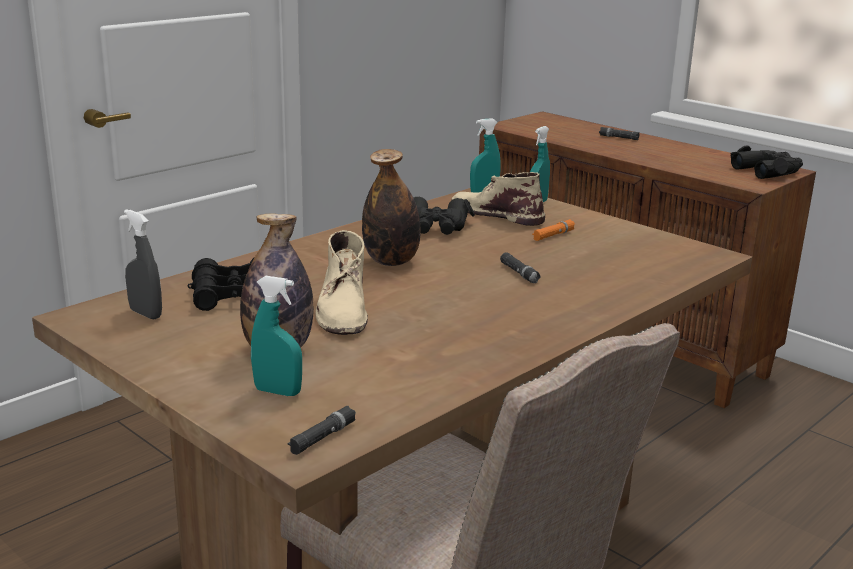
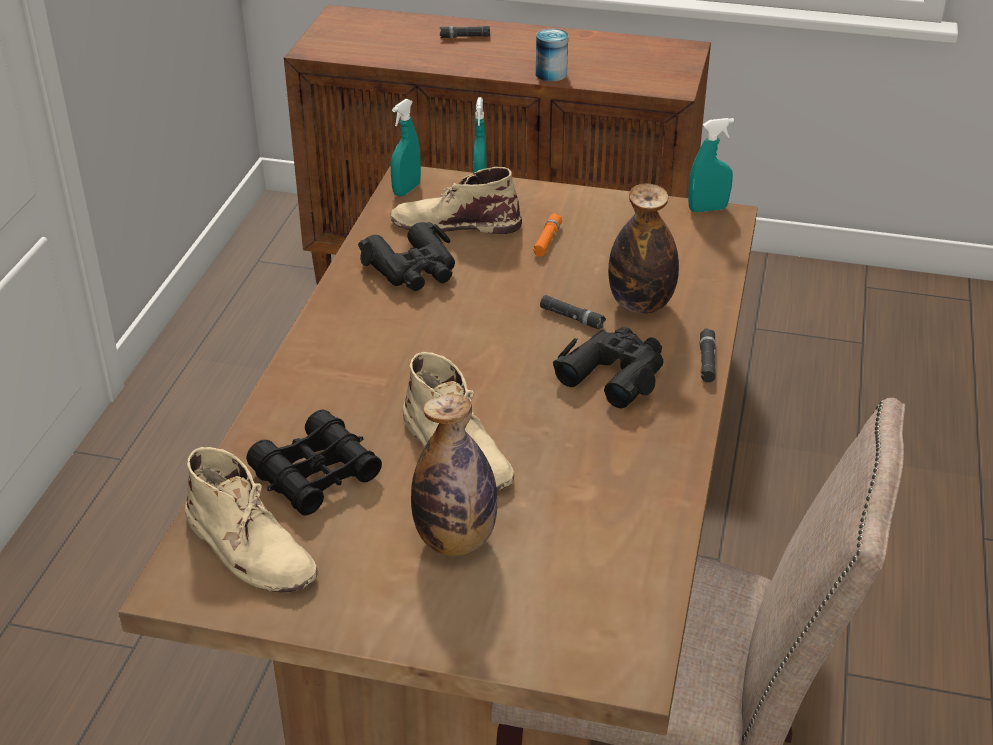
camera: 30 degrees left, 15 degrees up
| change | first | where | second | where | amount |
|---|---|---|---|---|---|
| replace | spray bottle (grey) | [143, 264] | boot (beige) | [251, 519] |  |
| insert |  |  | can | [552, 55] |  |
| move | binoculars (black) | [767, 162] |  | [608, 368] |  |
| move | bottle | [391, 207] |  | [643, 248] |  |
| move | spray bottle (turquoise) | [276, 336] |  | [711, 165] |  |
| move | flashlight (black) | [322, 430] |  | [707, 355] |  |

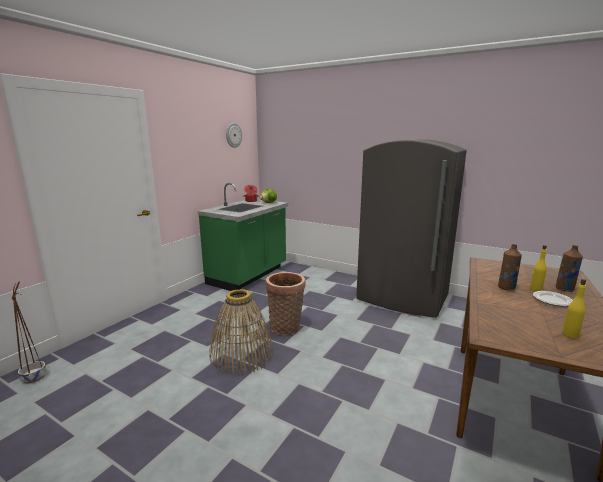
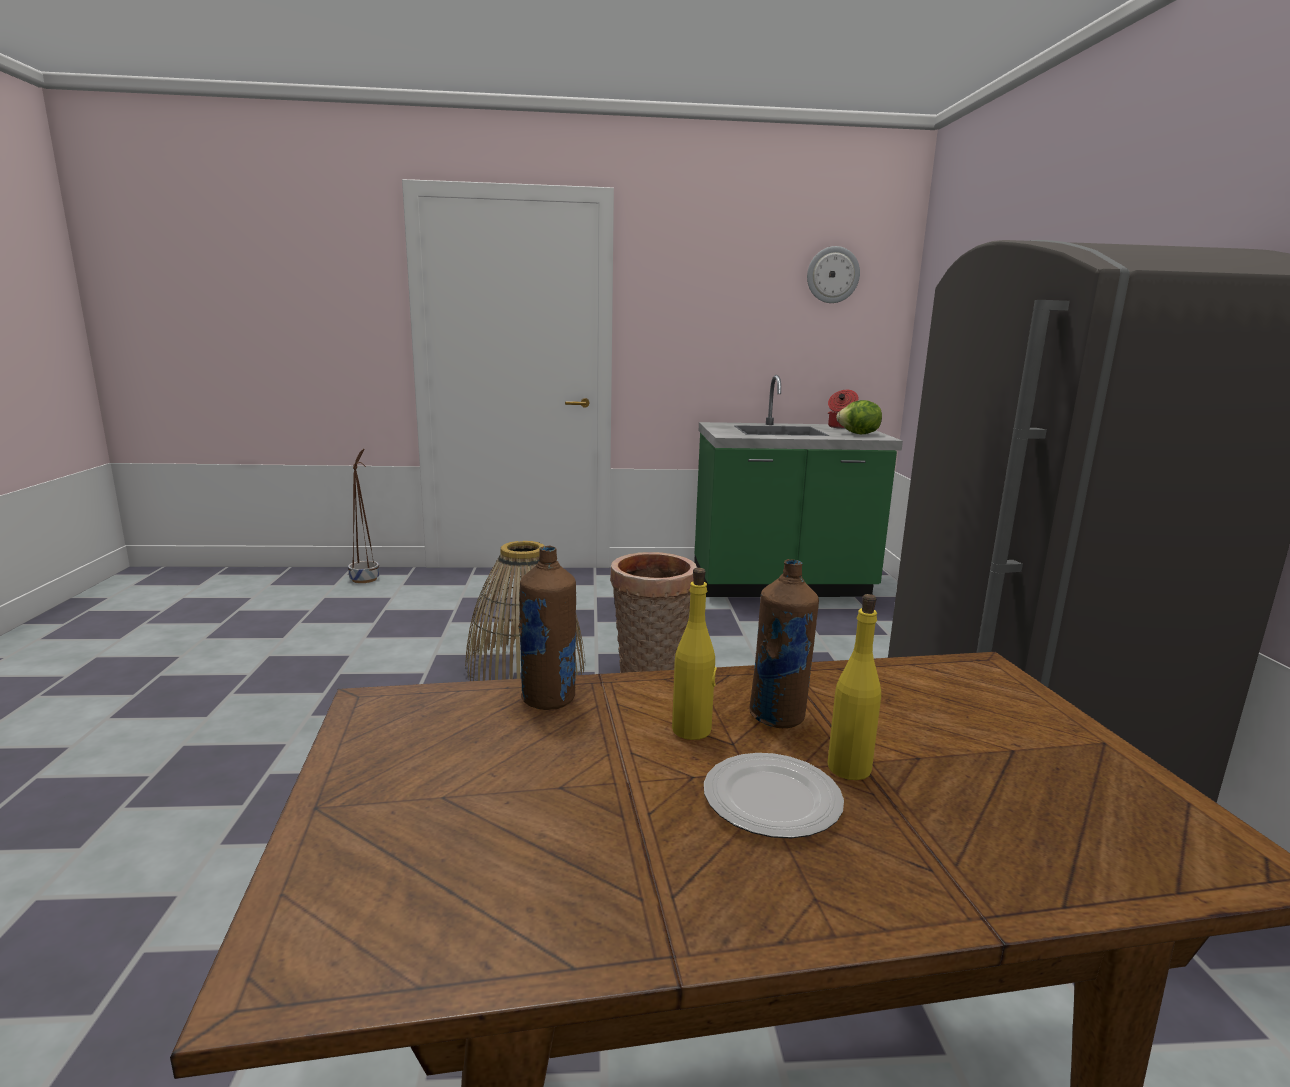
camera: 55 degrees right, 0 degrees up
| change | first | where | second | where | amount |
|---|---|---|---|---|---|
| move | bottle (brown) | [569, 268] |  | [547, 628] |  |
| move | bottle (yellow) | [574, 308] |  | [694, 654] |  |

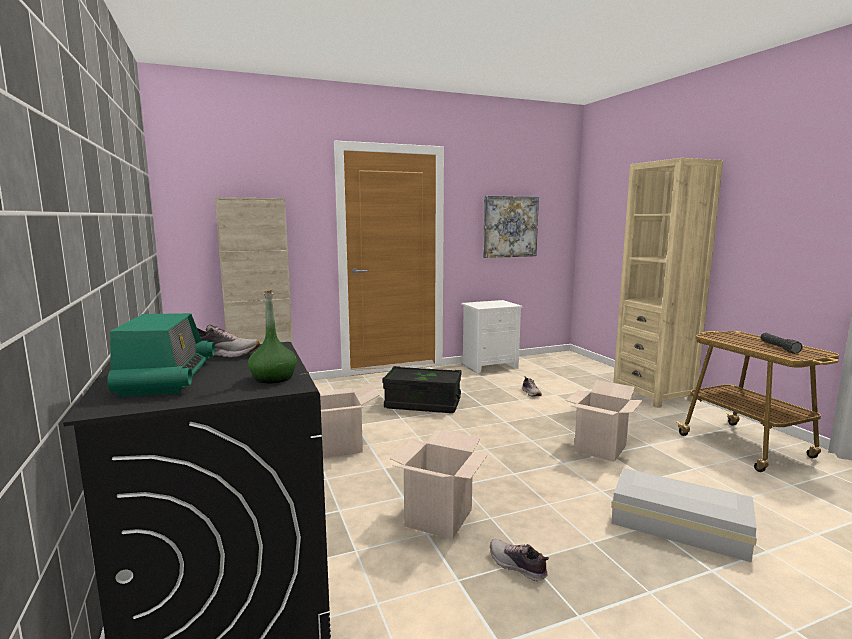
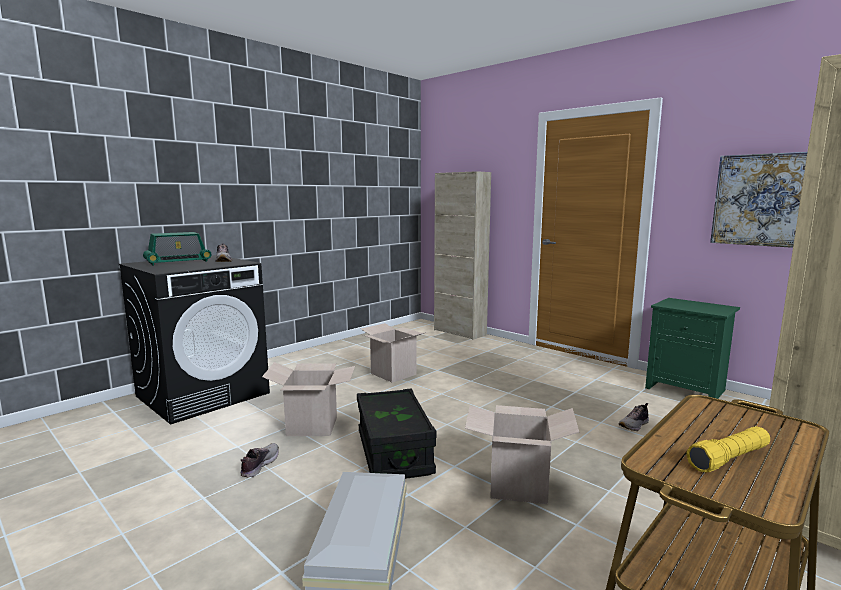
camera: 65 degrees right, 0 degrees up
| change | first | where | second | where | amount |
|---|---|---|---|---|---|
| move | storage box (black) | [421, 389] |  | [396, 434] |  |
| recolor | nightstand (white) | [492, 337] | nightstand (green) | [692, 348] |  |
| recolor | flashlight (black) | [782, 343] | flashlight (yellow) | [728, 449] |  |
| delete | bottle (green) | [272, 336] |  |  |  |

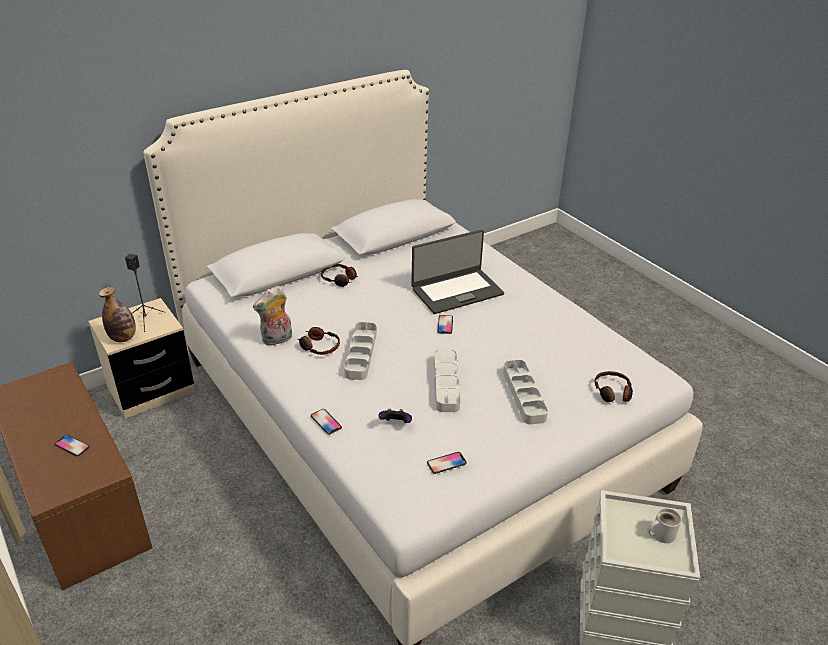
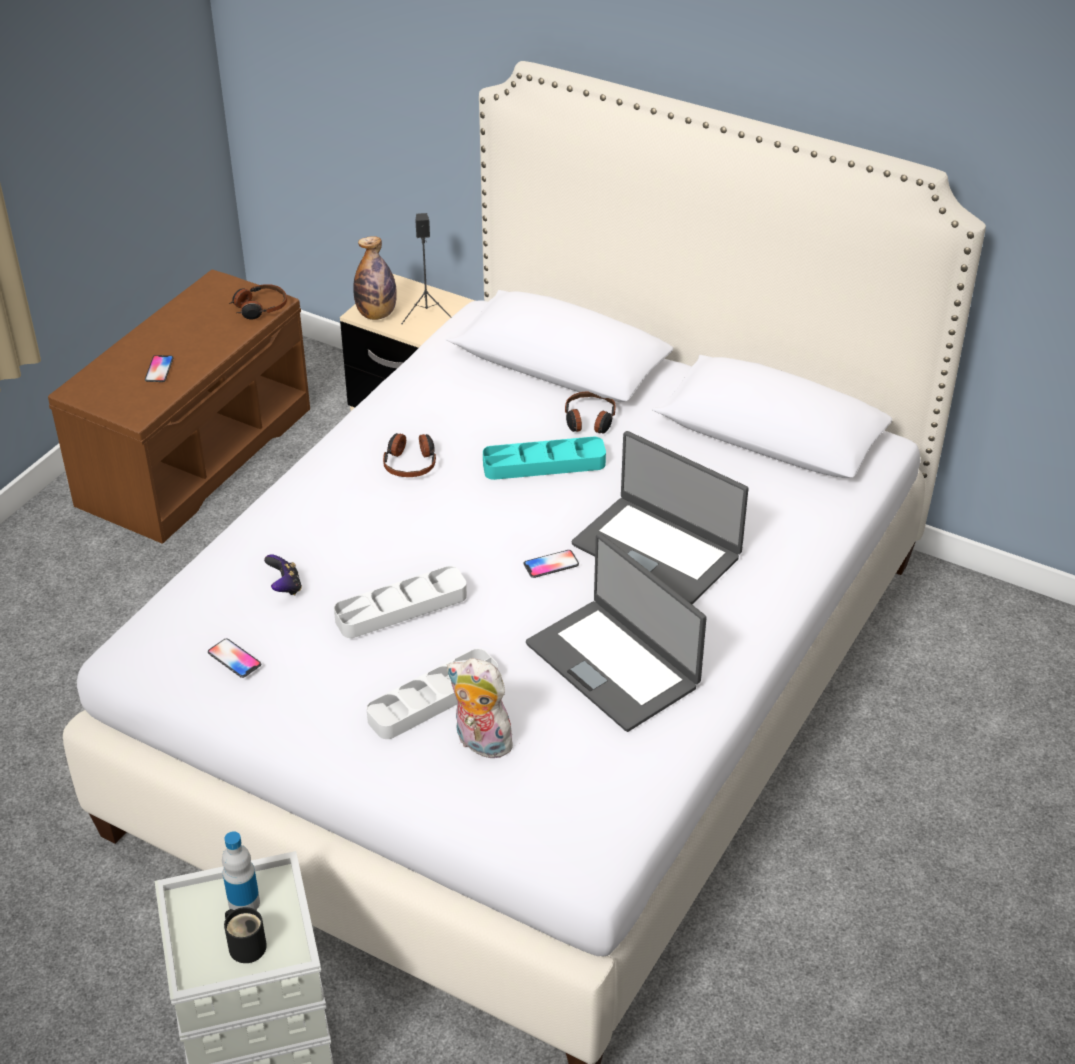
camera: 65 degrees right, 5 degrees up
| change | first | where | second | where | amount |
|---|---|---|---|---|---|
| insert |  |  | bottle | [241, 870] |  |
| recolor | mug (white) | [665, 525] | mug (black) | [245, 935] |  |
| move | headphones | [613, 386] |  | [258, 302] |  |
| move | plush toy | [272, 316] |  | [483, 708] |  |
| insert |  |  | tray (turquoise) | [544, 458] |  |
| insert |  |  | laptop | [616, 632] |  |
| delete | phone | [326, 422] |  |  |  |
| delete | tray (grey) | [360, 351] |  |  |  |

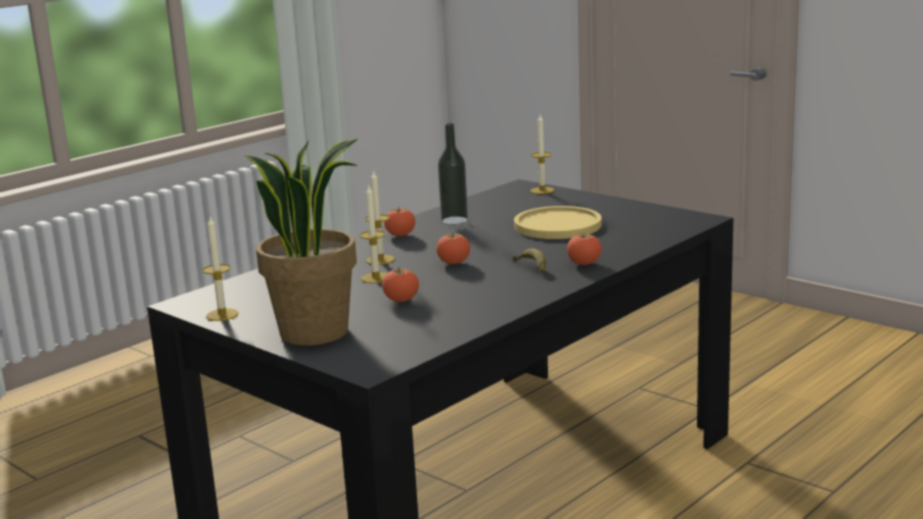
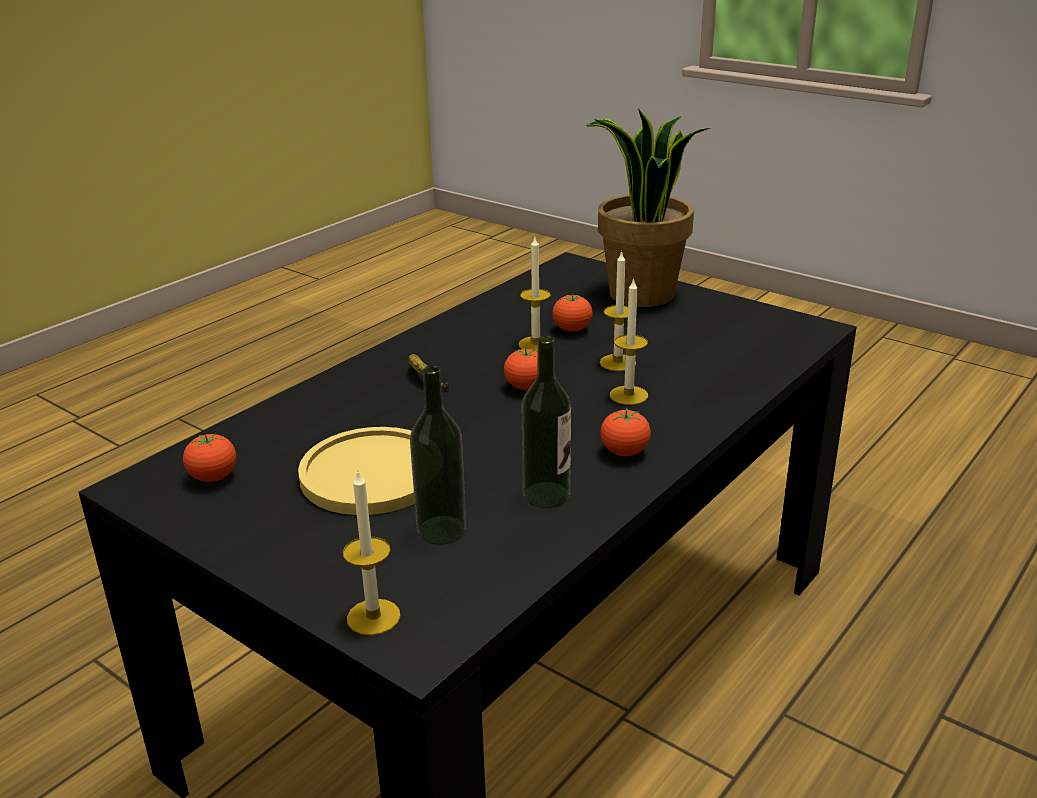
camera: 175 degrees right, 10 degrees up
| change | first | where | second | where | amount |
|---|---|---|---|---|---|
| move | tomato | [584, 249] |  | [210, 458] |  |
| insert |  |  | bottle | [438, 455] |  |
| move | candle | [221, 269] |  | [534, 294] |  |

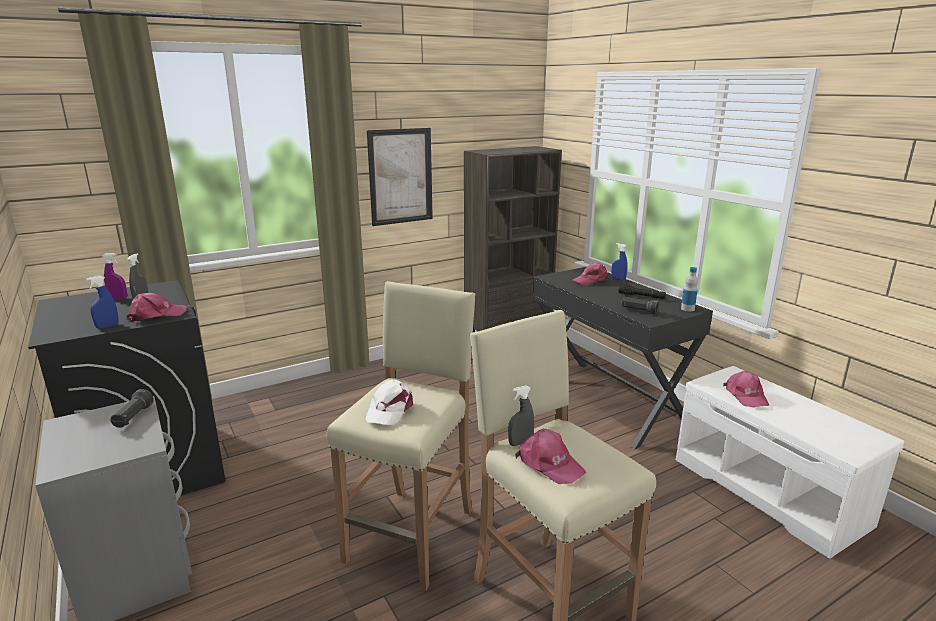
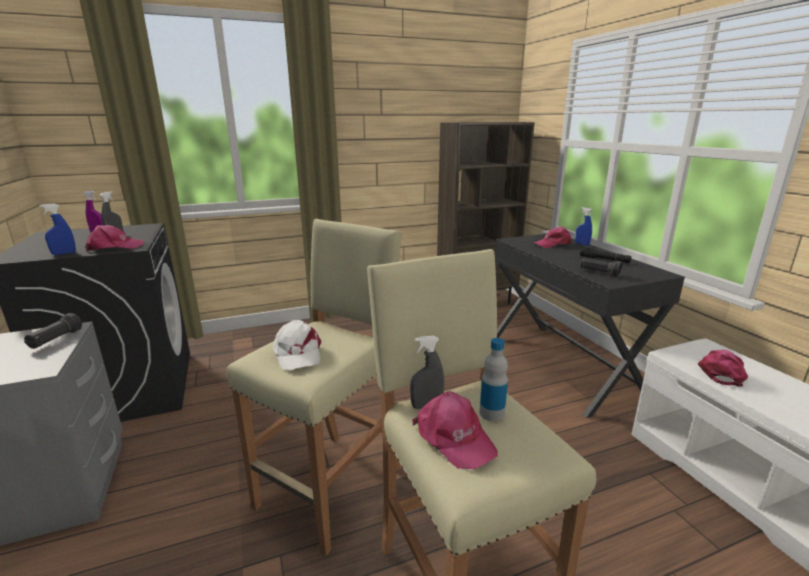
camera: 10 degrees right, 0 degrees up
| change | first | where | second | where | amount |
|---|---|---|---|---|---|
| rotate | cap (white) | [389, 402] |  | [297, 345] | 45 degrees counterclockwise |
| move | bottle | [689, 289] |  | [494, 380] |  |
| rotate | cap (pink) | [746, 389] |  | [723, 368] | 150 degrees counterclockwise |
| delete | picture | [400, 177] |  |  |  |

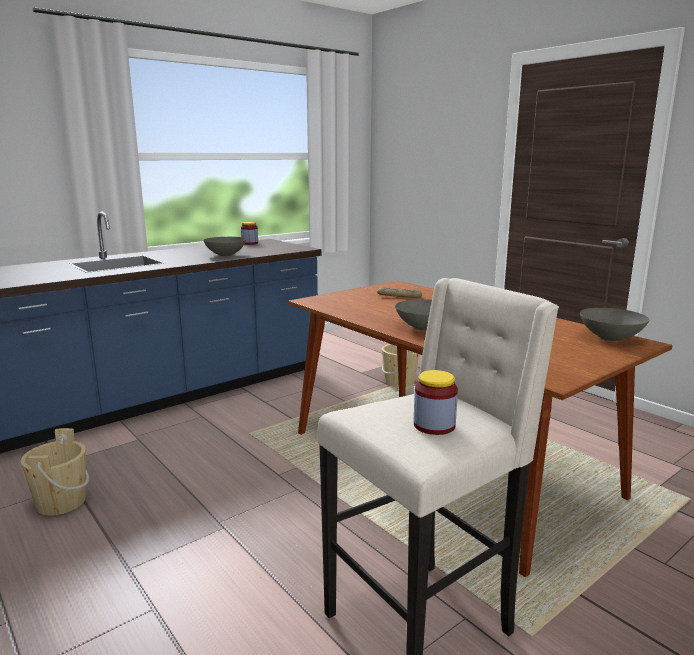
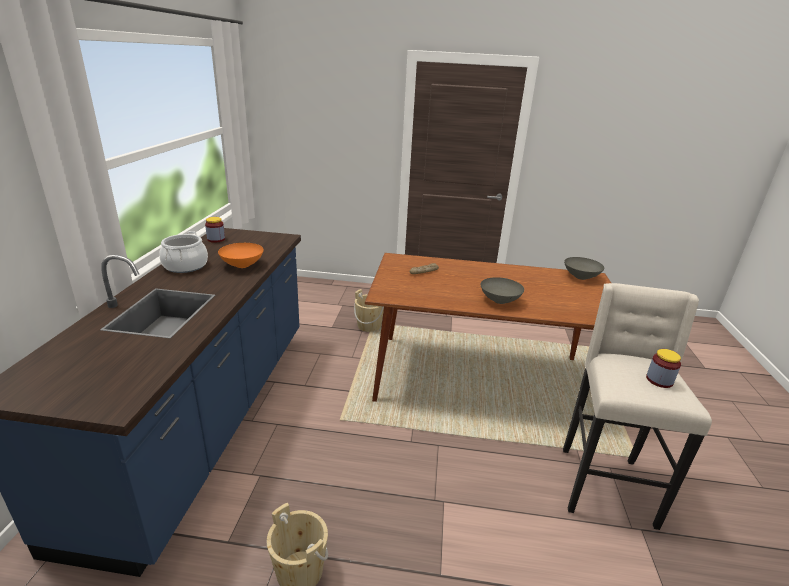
camera: 45 degrees left, 10 degrees up
| change | first | where | second | where | amount |
|---|---|---|---|---|---|
| insert |  |  | cooking pot | [183, 252] |  |
| recolor | bowl (grey) | [224, 246] | bowl (orange) | [241, 255] |  |

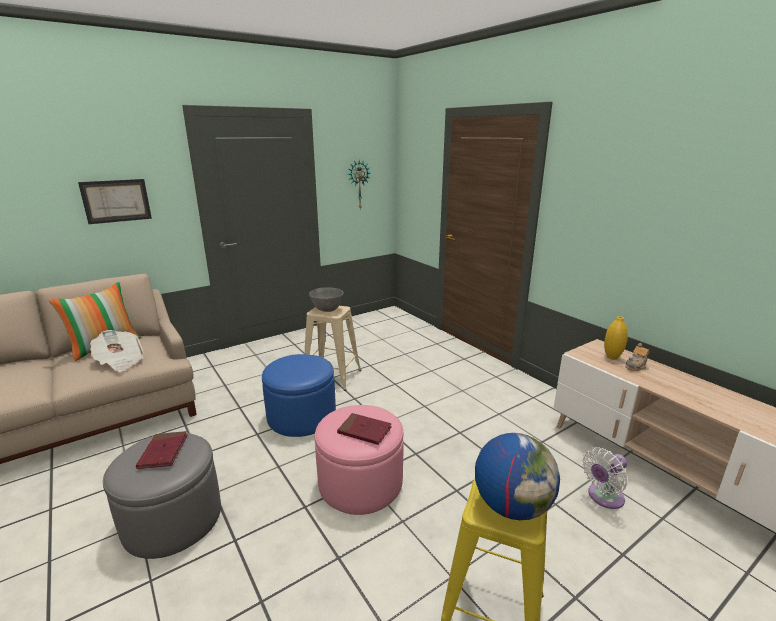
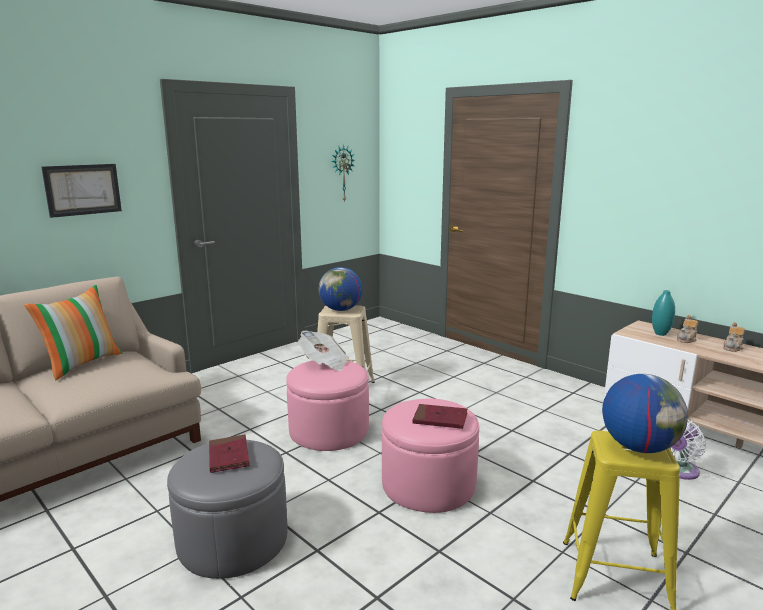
camera: 10 degrees left, 5 degrees down
| change | first | where | second | where | amount |
|---|---|---|---|---|---|
| recolor | ottoman (blue) | [299, 395] | ottoman (pink) | [327, 405] |  |
| move | newspaper | [117, 351] |  | [324, 351] |  |
| replace | bowl (grey) | [326, 299] | globe | [340, 289] |  |
| recolor | vase (yellow) | [616, 338] | vase (turquoise) | [663, 313] |  |
| insert |  |  | teapot | [734, 337] |  |

